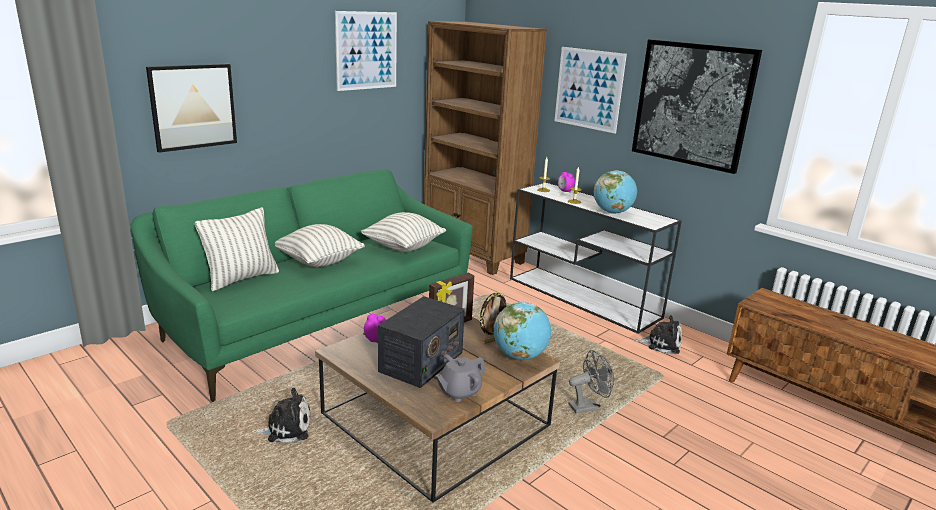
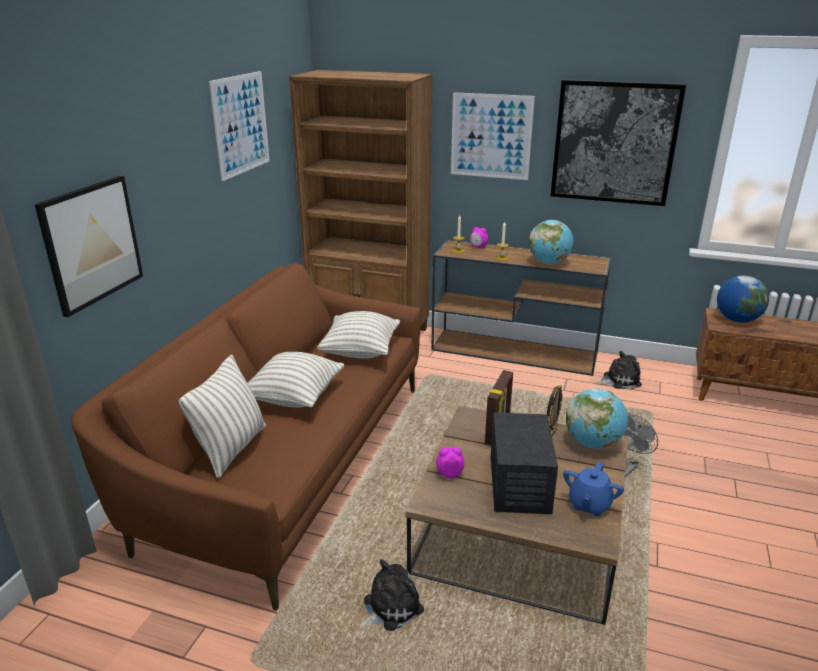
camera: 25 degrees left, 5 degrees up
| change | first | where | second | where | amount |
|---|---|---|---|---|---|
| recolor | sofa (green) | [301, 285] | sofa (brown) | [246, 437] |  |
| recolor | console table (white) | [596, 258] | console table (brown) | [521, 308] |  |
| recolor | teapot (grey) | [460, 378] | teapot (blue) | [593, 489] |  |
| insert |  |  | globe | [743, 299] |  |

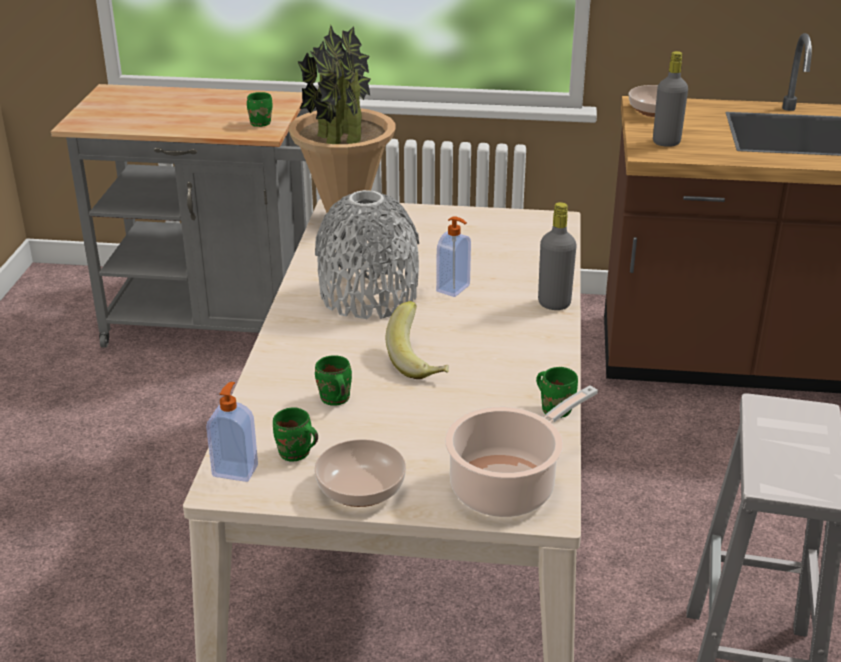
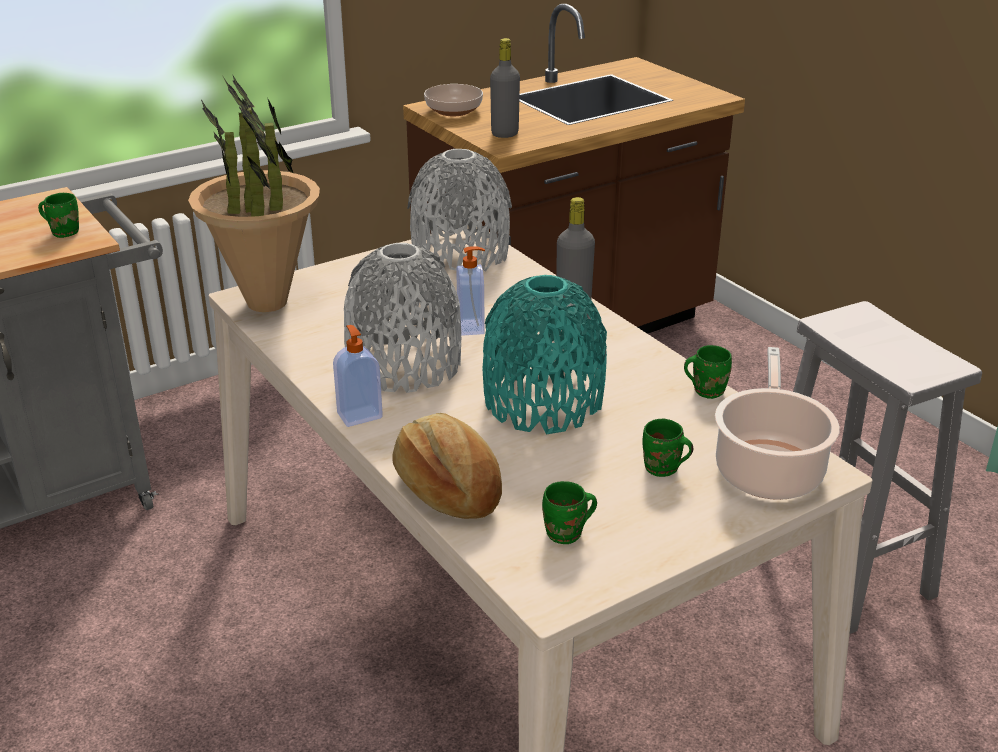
camera: 40 degrees left, 0 degrees up
| change | first | where | second | where | amount |
|---|---|---|---|---|---|
| move | soap dispenser | [232, 432] |  | [358, 376] |  |
| insert |  |  | bread | [447, 466] |  |
| insert |  |  | vase (grey) | [459, 210] |  |
| replace | banana | [417, 340] | vase (turquoise) | [544, 354] |  |
| move | mug (green) | [333, 381] |  | [667, 448] |  |
| delete | bowl | [360, 473] |  |  |  |

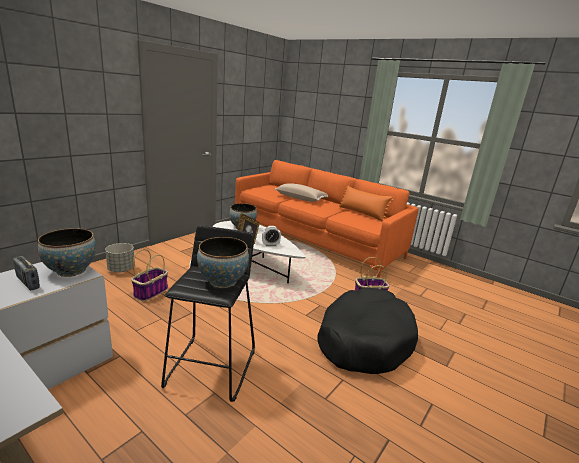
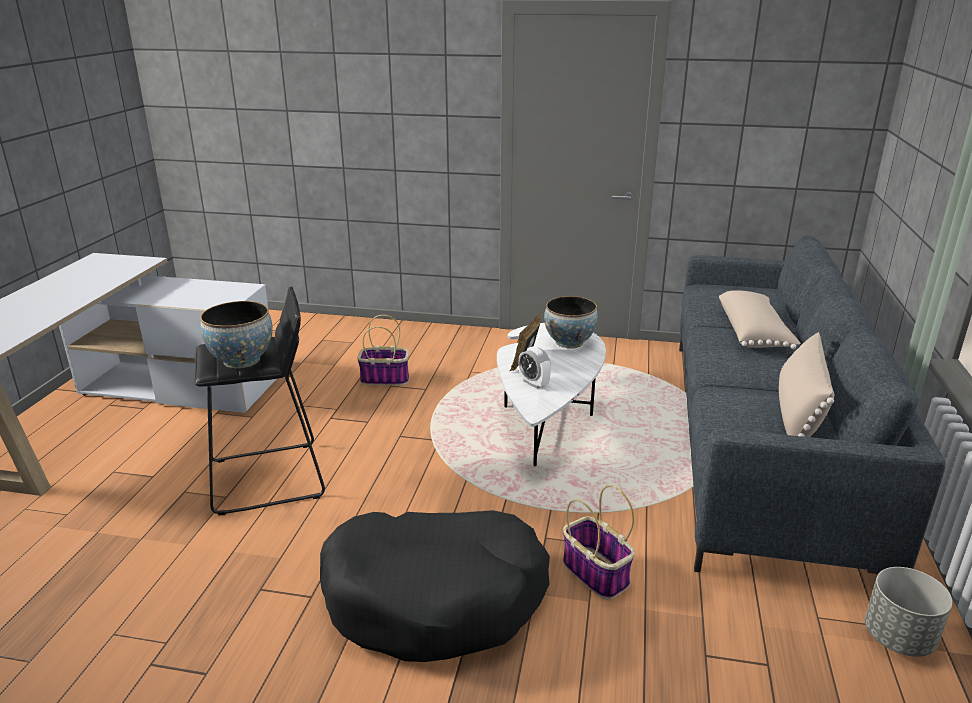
camera: 65 degrees right, 5 degrees up
| change | first | where | second | where | amount |
|---|---|---|---|---|---|
| recolor | sofa (orange) | [326, 219] | sofa (grey) | [812, 405] |  |
| recolor | pillow (orange) | [366, 203] | pillow (beige) | [806, 384] |  |
| move | planter (grey) | [120, 257] |  | [909, 612] |  |
| delete | radio | [26, 273] |  |  |  |
| delete | bowl | [67, 252] |  |  |  |

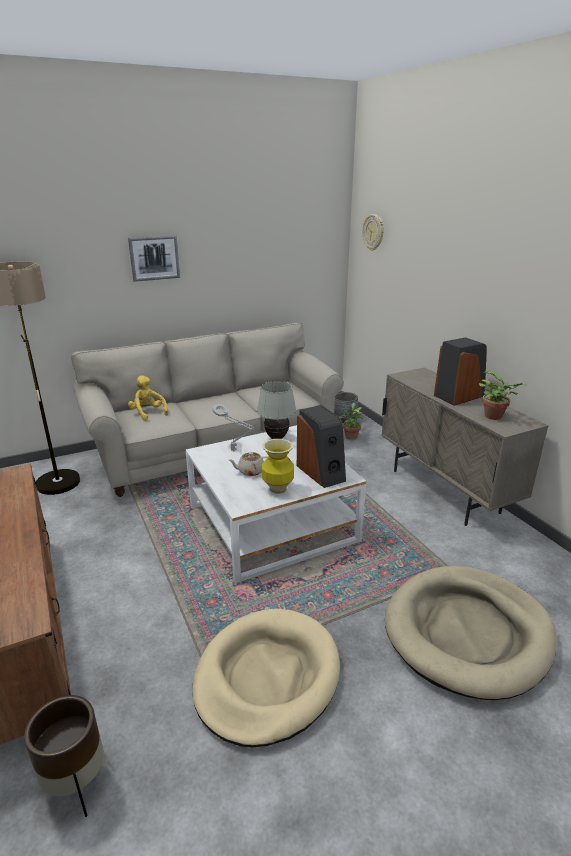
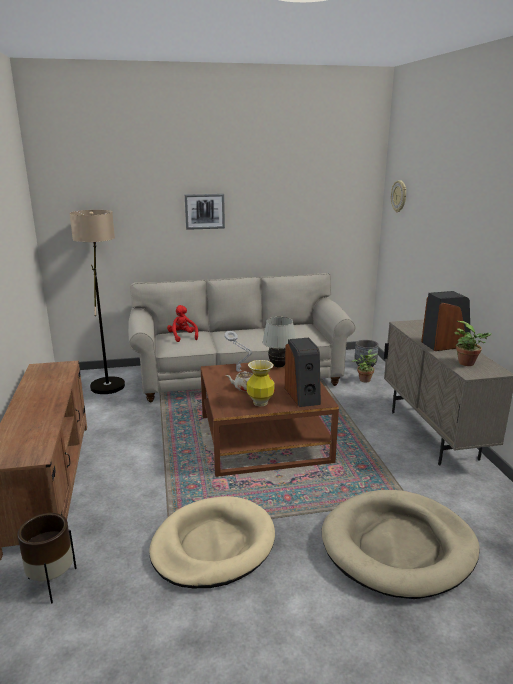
camera: 15 degrees right, 5 degrees down
| change | first | where | second | where | amount |
|---|---|---|---|---|---|
| recolor | plush toy (yellow) | [148, 398] | plush toy (red) | [182, 323] |  |
| recolor | coffee table (white) | [276, 504] | coffee table (brown) | [270, 419] |  |

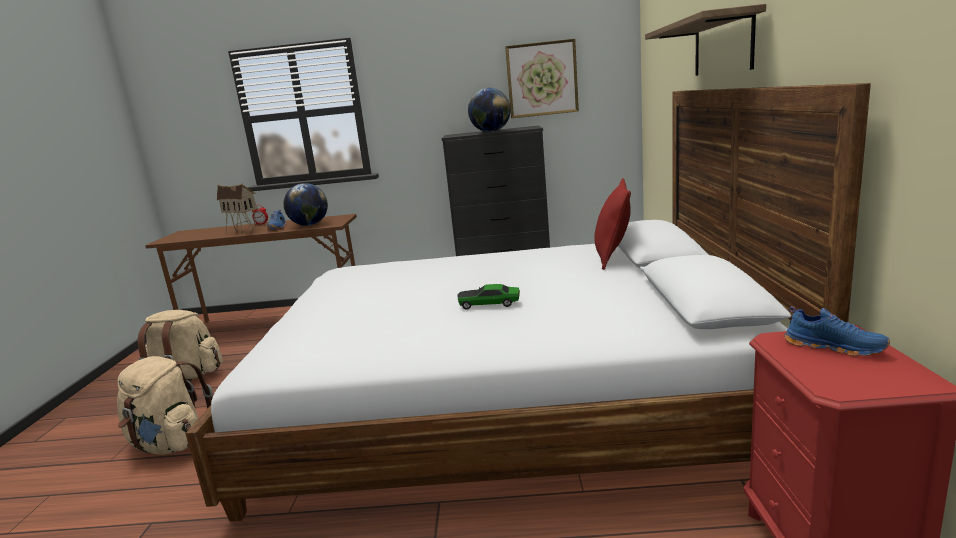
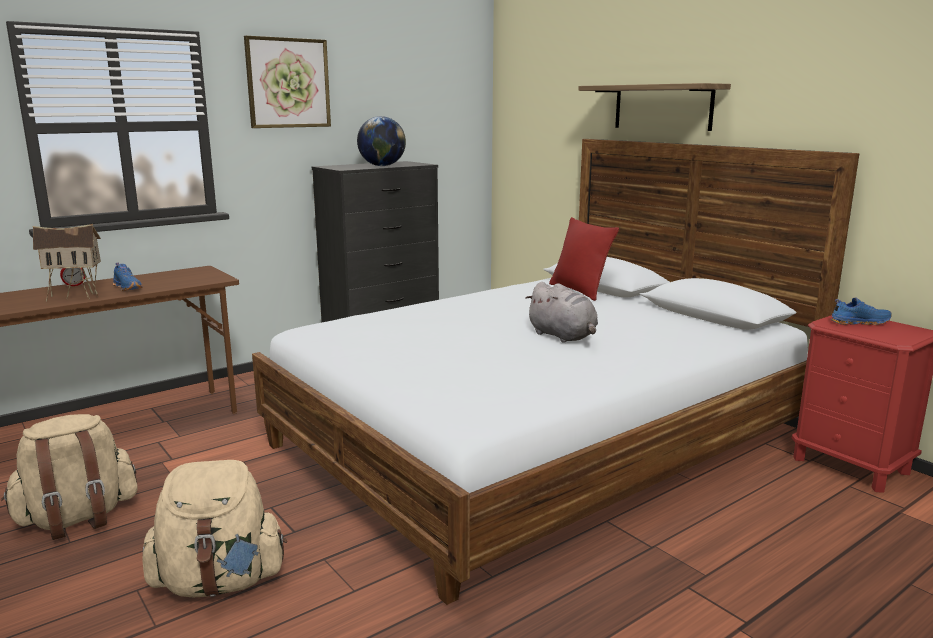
camera: 40 degrees left, 0 degrees up
| change | first | where | second | where | amount |
|---|---|---|---|---|---|
| move | picture | [542, 78] |  | [287, 82] |  |
| replace | toy car | [488, 297] | plush toy (grey) | [561, 312] |  |
| delete | globe | [306, 204] |  |  |  |

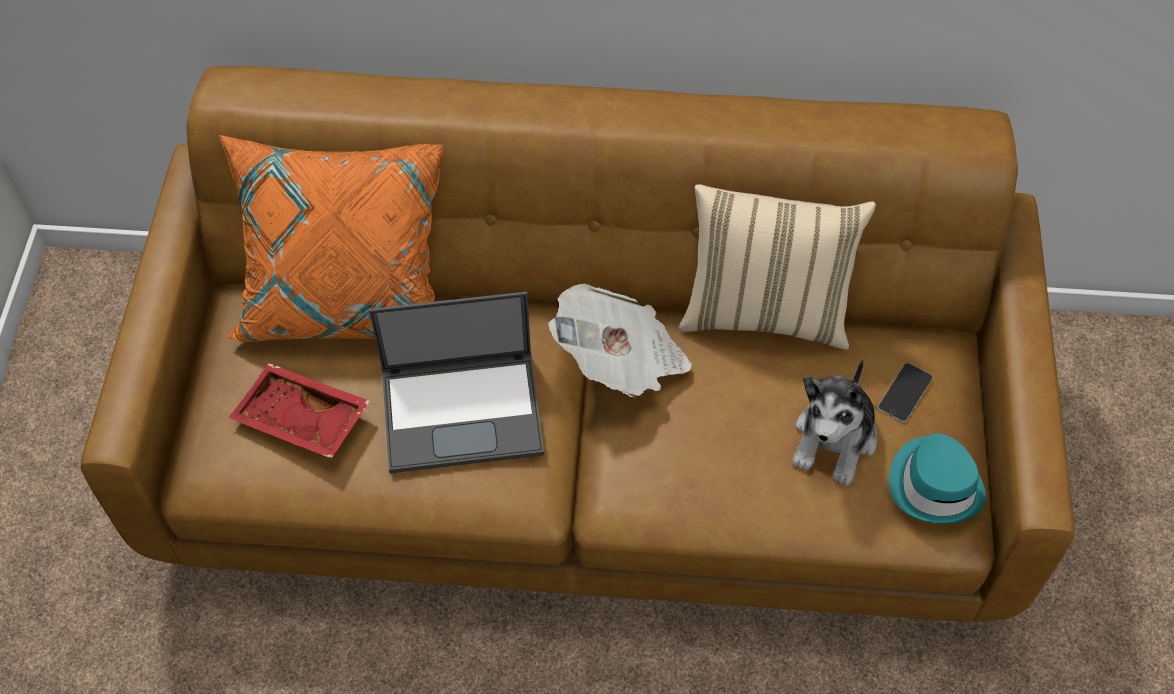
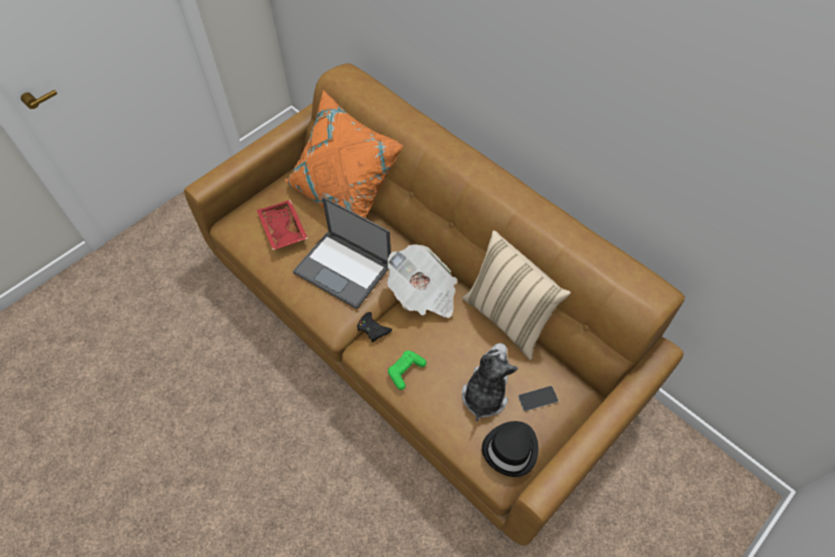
camera: 40 degrees right, 0 degrees up
| change | first | where | second | where | amount |
|---|---|---|---|---|---|
| insert |  |  | game controller (black) | [374, 327] |  |
| insert |  |  | game controller (green) | [407, 370] |  |
| rotate | plush toy | [834, 422] |  | [490, 382] | 135 degrees clockwise |
| recolor | hat (turquoise) | [937, 479] | hat (black) | [510, 449] |  |

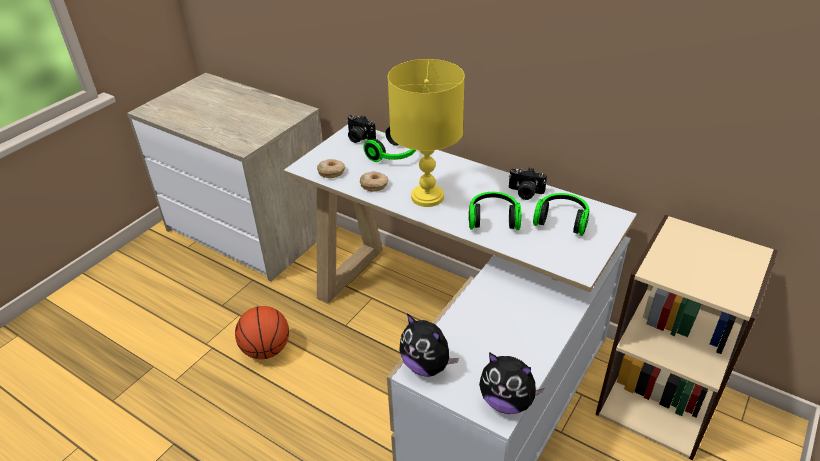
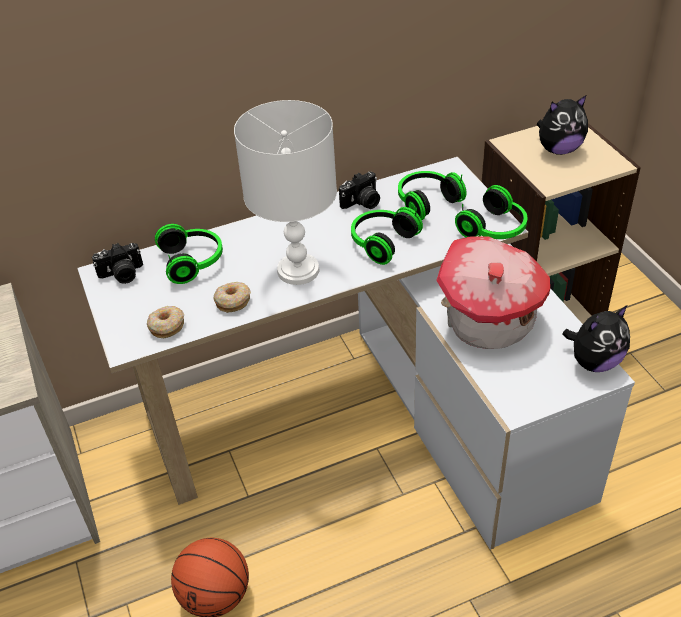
camera: 55 degrees left, 5 degrees up
| change | first | where | second | where | amount |
|---|---|---|---|---|---|
| recolor | table lamp (yellow) | [426, 133] | table lamp (white) | [285, 192] |  |
| insert |  |  | toy house | [493, 292] |  |
| insert |  |  | headphones | [491, 212] |  |
| move | plush toy | [429, 345] |  | [562, 125] |  |

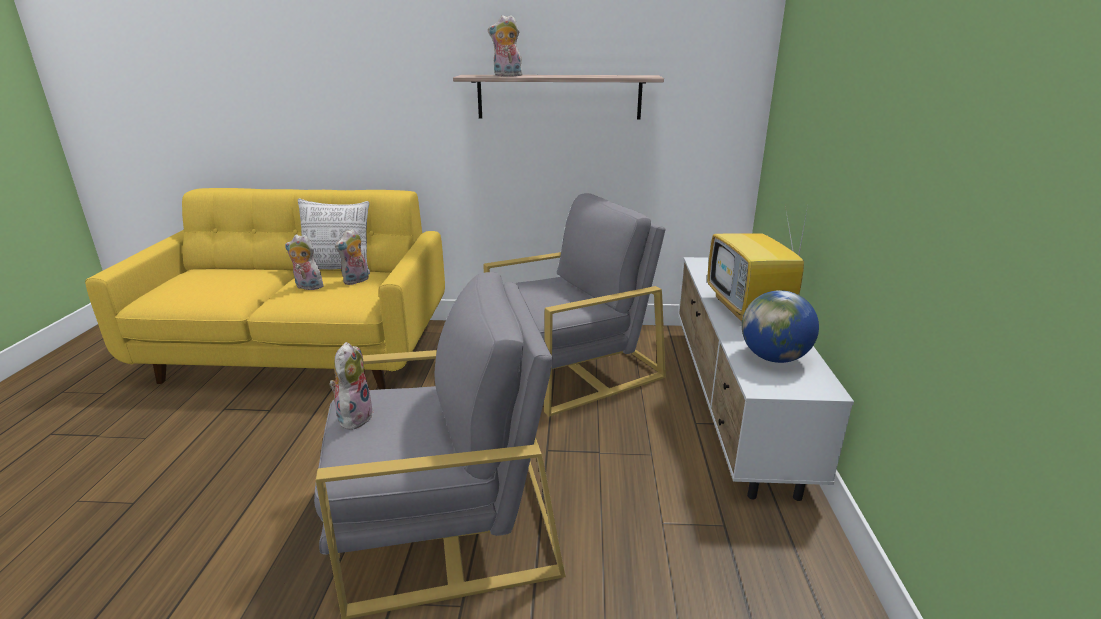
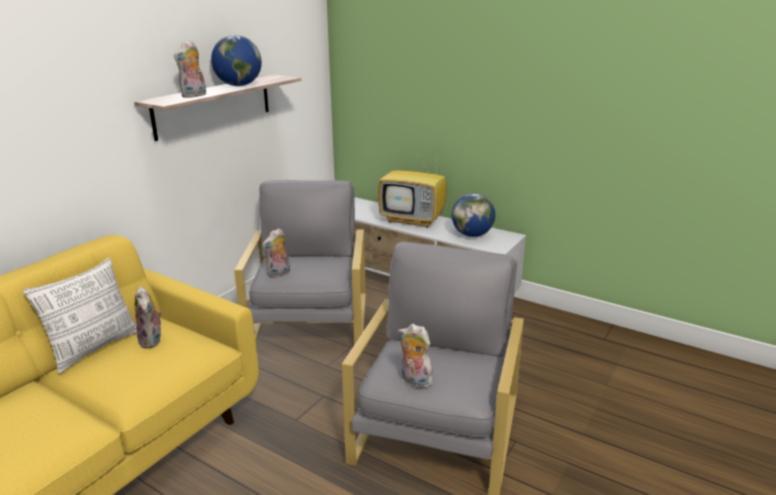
camera: 60 degrees left, 0 degrees up
| change | first | where | second | where | amount |
|---|---|---|---|---|---|
| insert |  |  | globe | [236, 60] |  |
| move | plush toy | [304, 262] |  | [276, 253] |  |

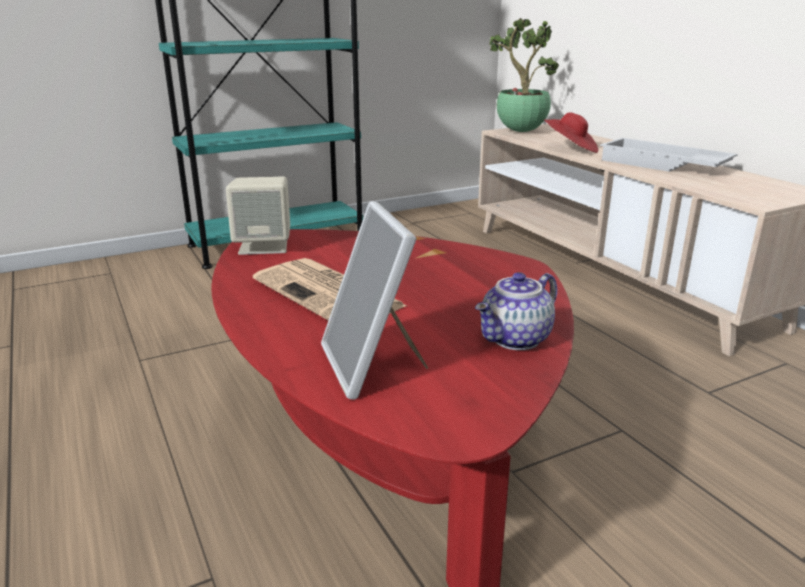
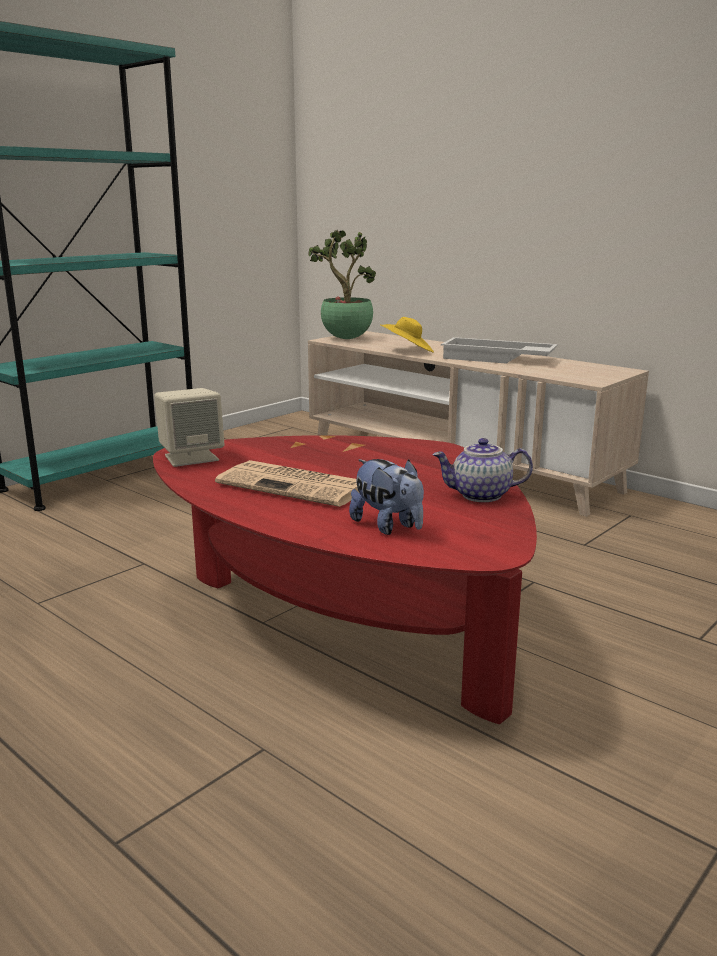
camera: 20 degrees left, 5 degrees down
| change | first | where | second | where | amount |
|---|---|---|---|---|---|
| replace | picture frame | [374, 300] | plush toy | [386, 497] |  |
| recolor | hat (red) | [571, 132] | hat (yellow) | [407, 335] |  |
| rotate | teapot | [516, 311] |  | [482, 470] | 60 degrees clockwise |

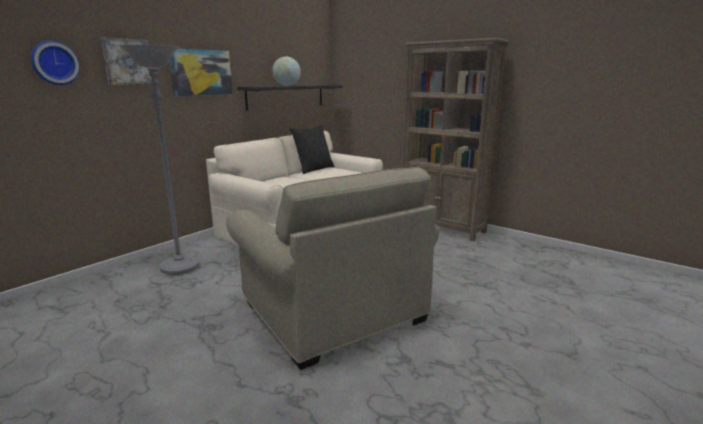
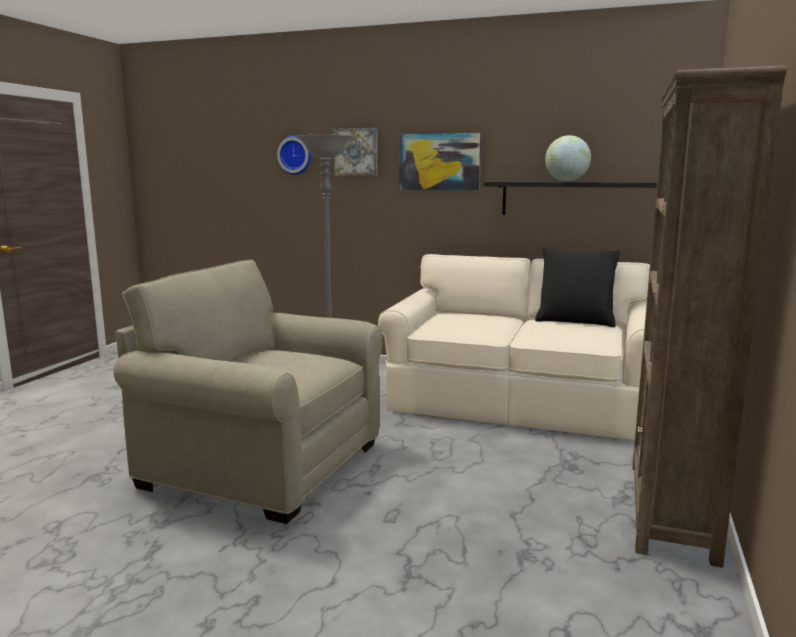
camera: 70 degrees right, 5 degrees down
| change | first | where | second | where | amount |
|---|---|---|---|---|---|
| rotate | armchair (beige) | [332, 268] |  | [248, 392] | 75 degrees clockwise |

